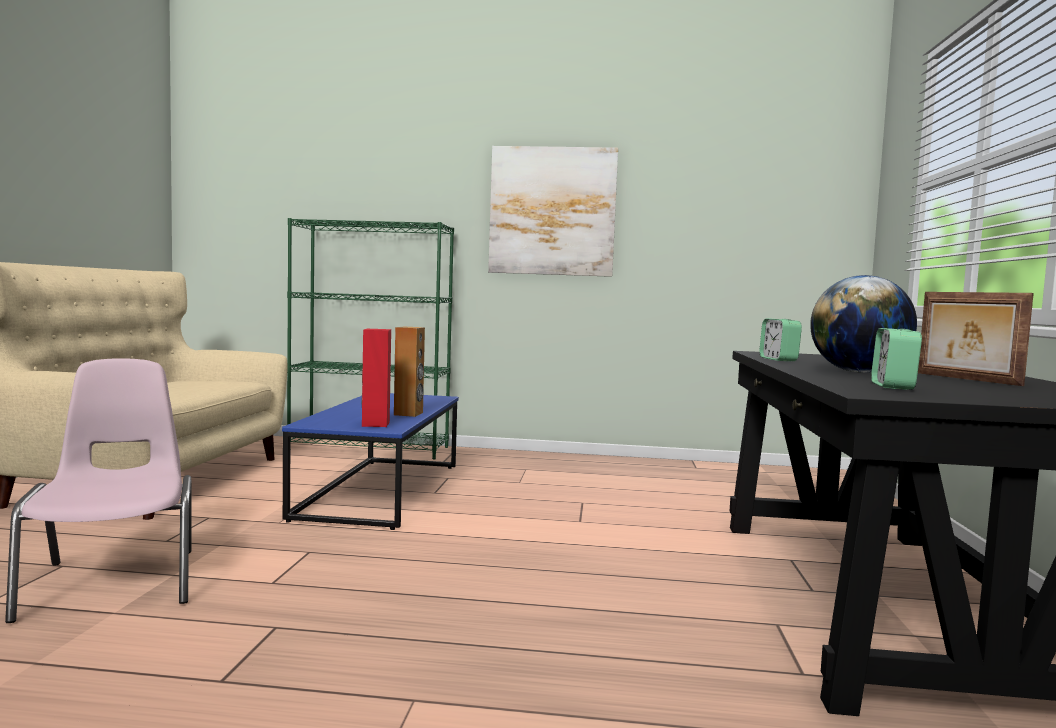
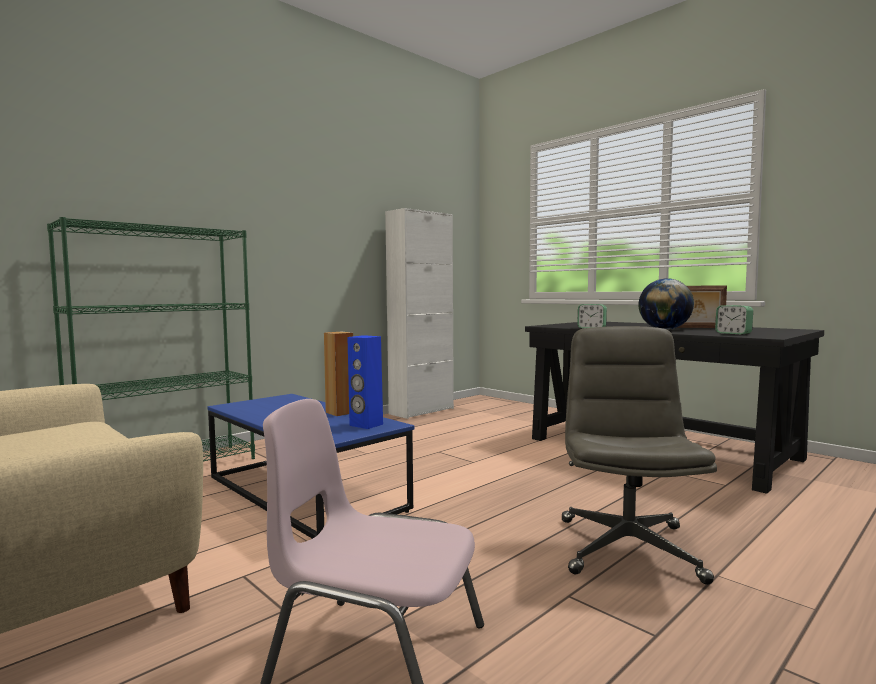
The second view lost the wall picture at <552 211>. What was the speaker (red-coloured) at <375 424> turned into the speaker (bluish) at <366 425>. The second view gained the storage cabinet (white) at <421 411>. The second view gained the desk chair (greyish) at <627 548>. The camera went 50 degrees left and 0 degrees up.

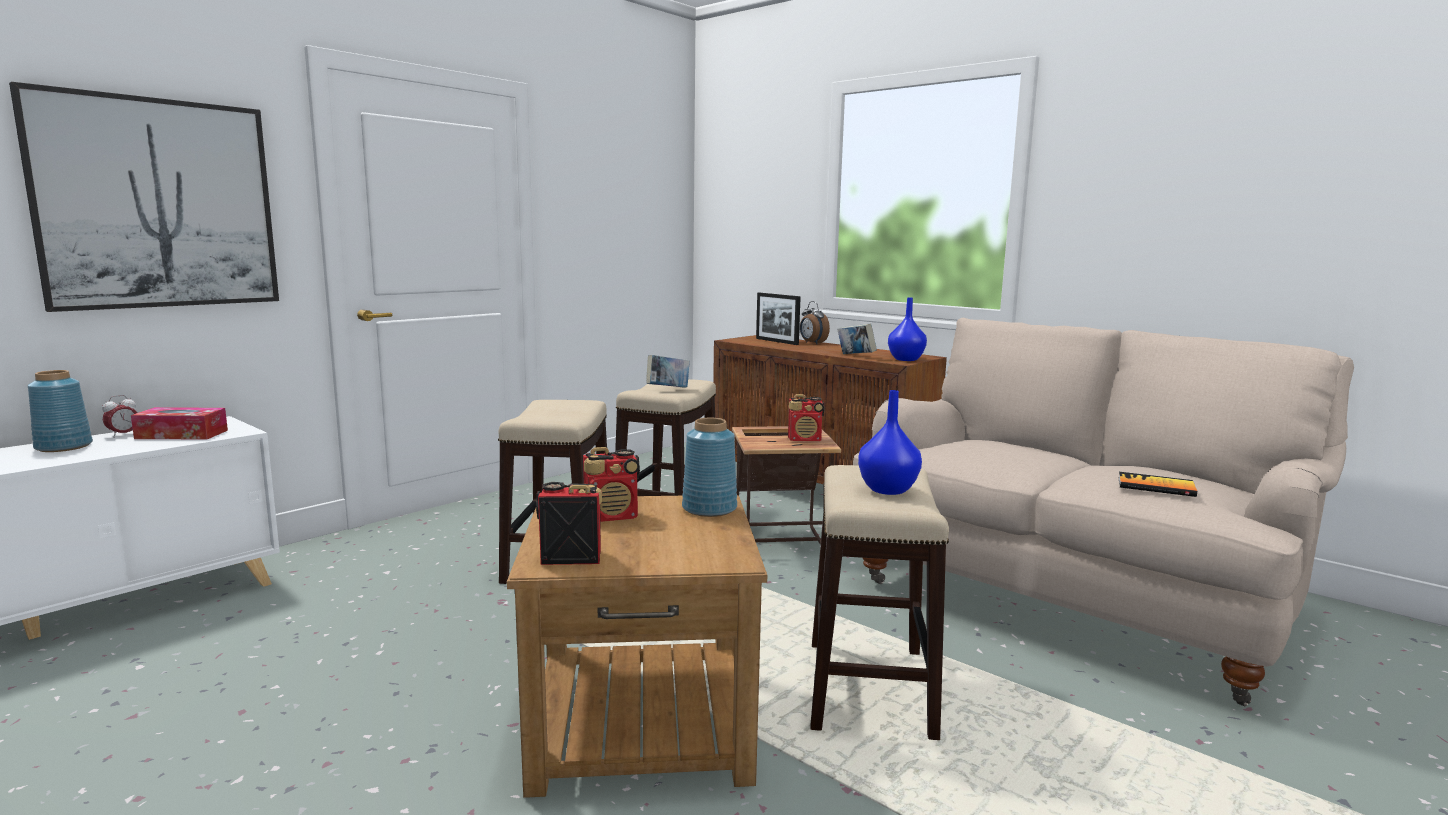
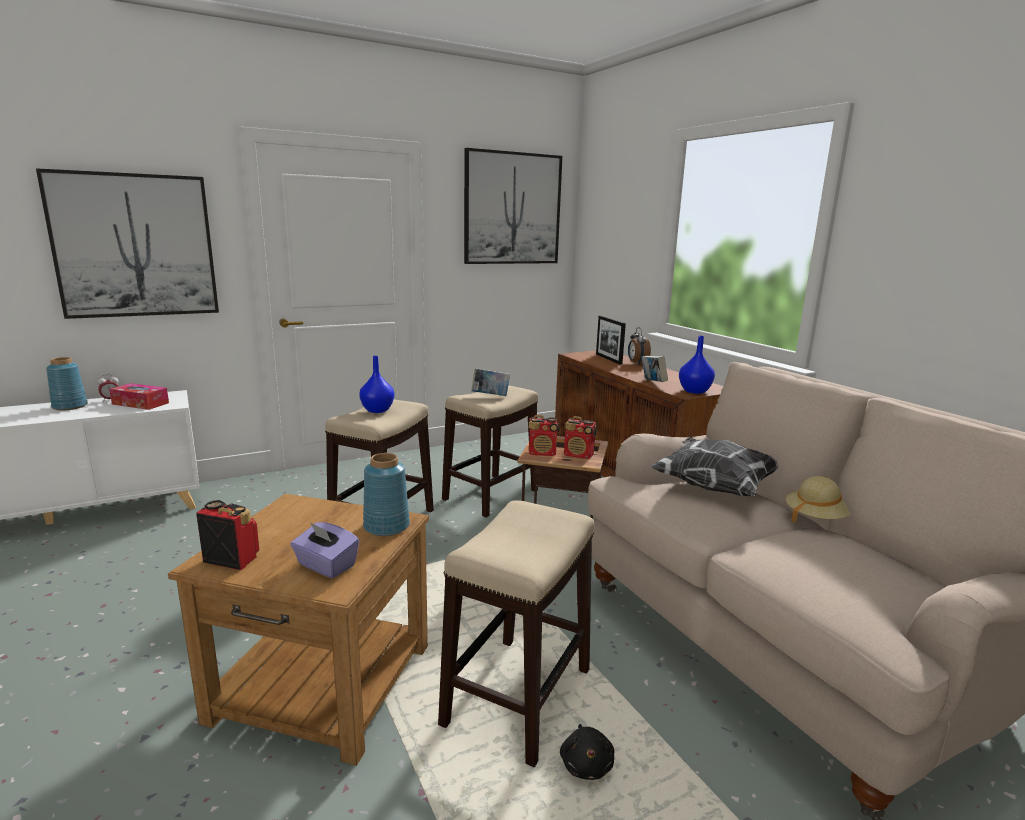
The decorative vase (bluish) ended up elsewhere, having gone from <886 489> to <377 410>. The radio set ended up elsewhere, having gone from <612 517> to <542 453>. The second view lost the bound book at <1156 486>. The second view gained the wall picture at <512 209>. The second view gained the cushion at <714 487>. The second view gained the wearable hat (beige) at <816 517>. The second view gained the box of tissues (purplish) at <326 565>. The second view gained the plush toy (black) at <586 764>. The camera went 20 degrees right and 5 degrees up.

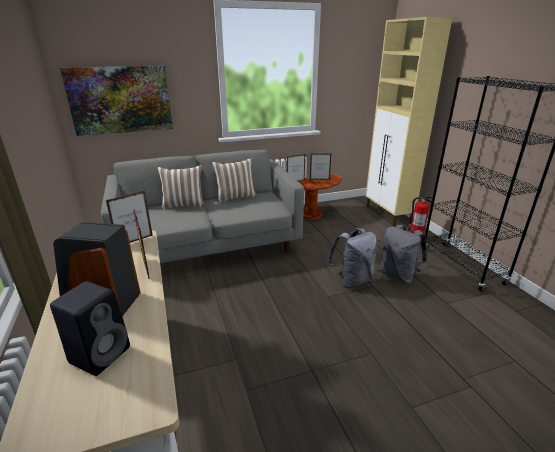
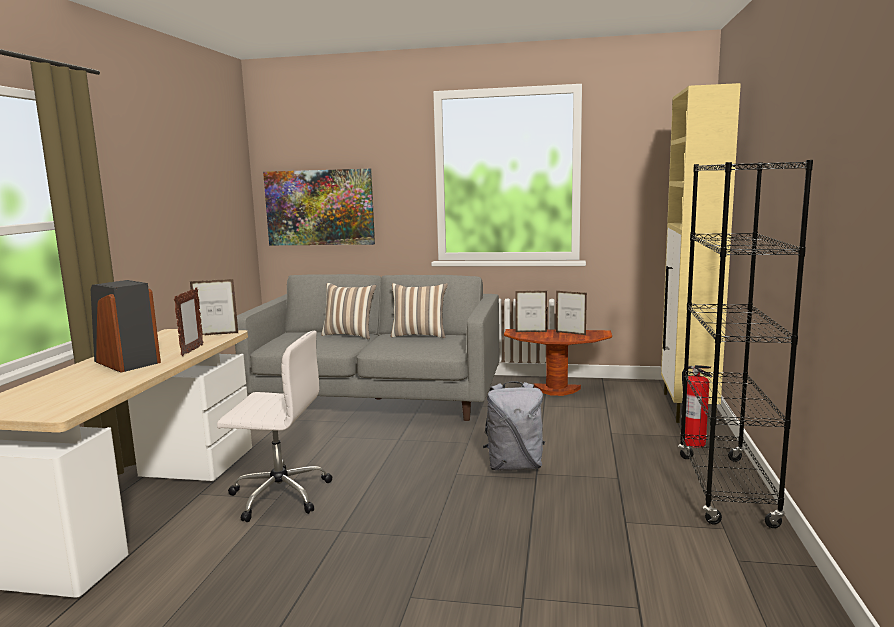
The second view lost the rucksack (greyish) at <398 275>. The second view lost the speaker (black) at <101 353>. The second view gained the desk chair (white) at <278 495>. The camera went 30 degrees right and 15 degrees down.

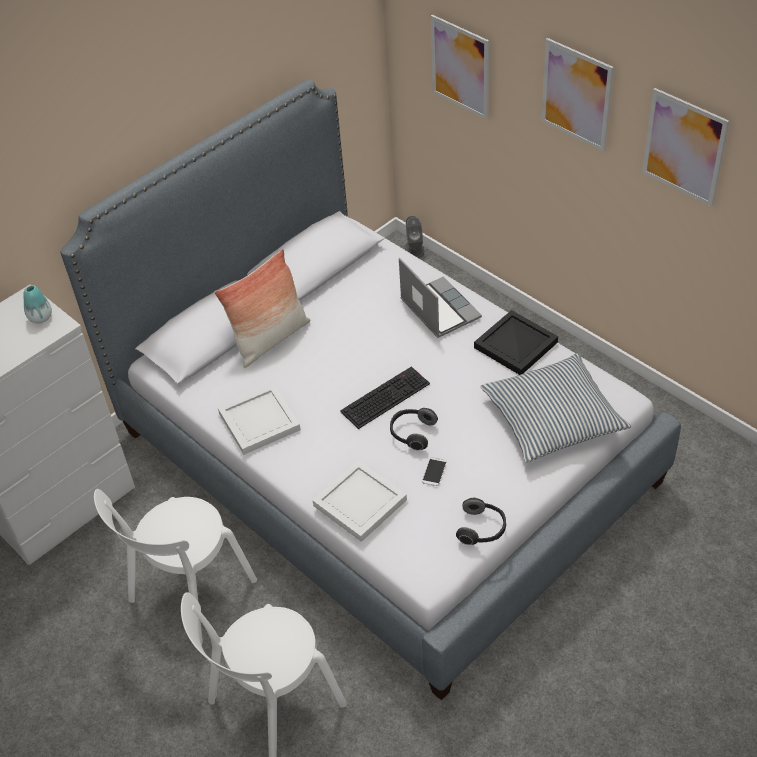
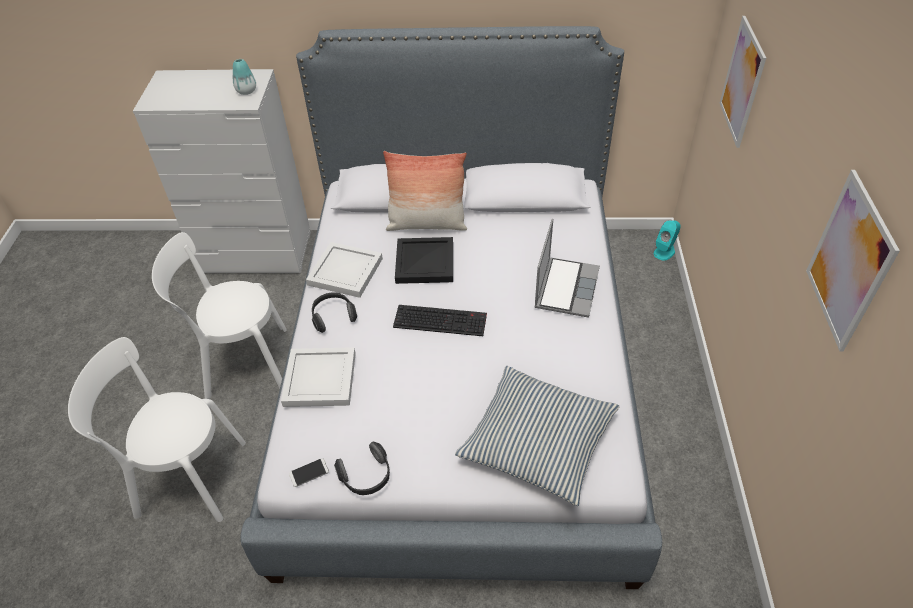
The second view lost the wall picture at <576 94>. What was the speaker (greyish) at <414 249> turned into the speaker (turquoise-coloured) at <664 251>. The carrying tray (black) ended up elsewhere, having gone from <514 345> to <424 262>. The headphones ended up elsewhere, having gone from <412 433> to <333 317>. The telephone ended up elsewhere, having gone from <434 472> to <309 472>. The camera went 45 degrees right and 0 degrees up.

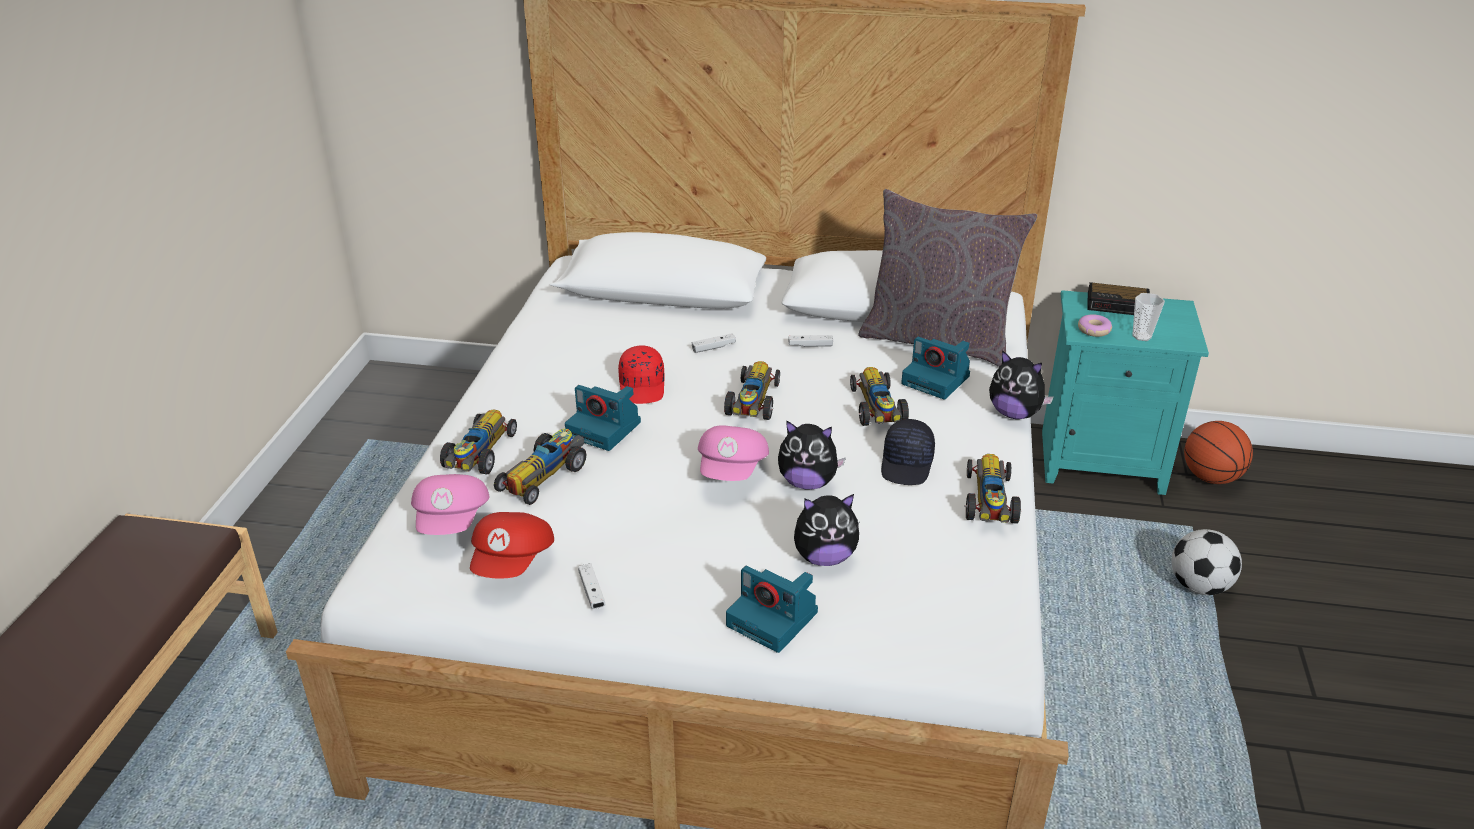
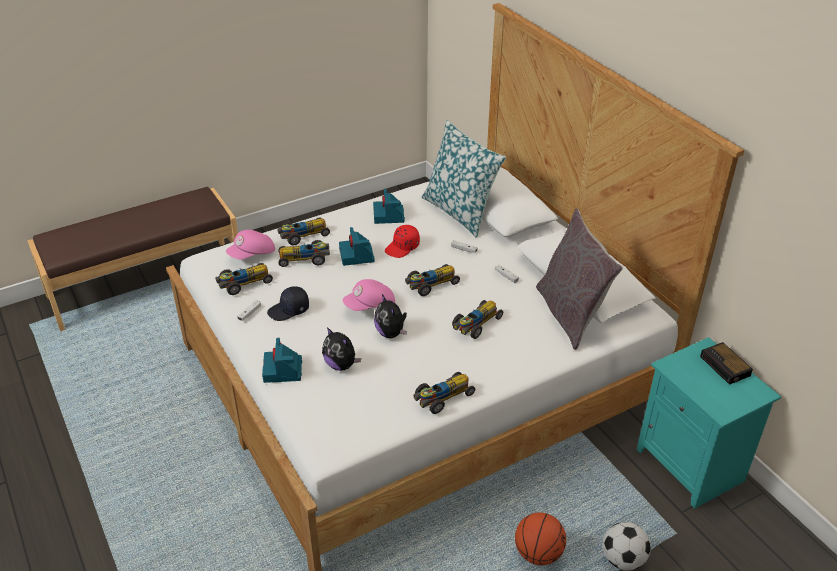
The second view lost the drinking cup at <1141 336>. The second view lost the doughnut at <1094 330>. The photo camera ended up elsewhere, having gone from <937 380> to <389 216>. The second view lost the plush toy at <1015 413>. The cap (black) ended up elsewhere, having gone from <907 464> to <289 310>. The basketball ball ended up elsewhere, having gone from <1210 477> to <538 553>. Where the cap (red-coloured) stood at <513 562>, the miniature car came to stand at <243 283>. The second view gained the cushion at <460 212>. The camera went 50 degrees right and 5 degrees up.

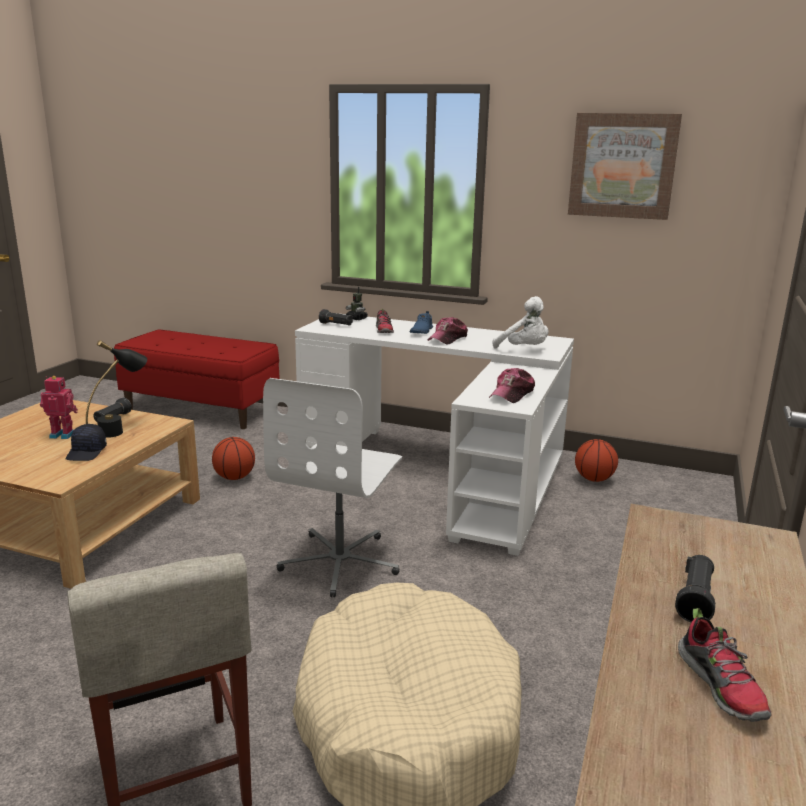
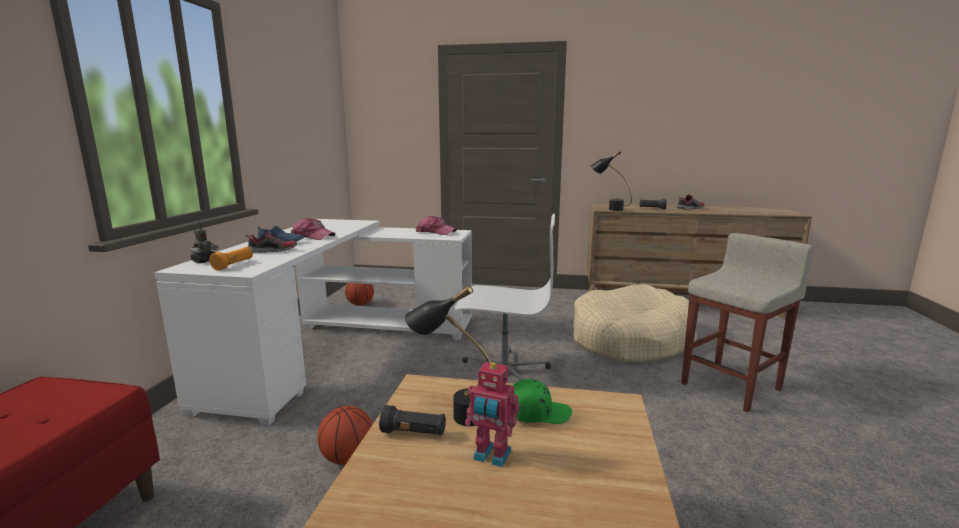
The second view lost the wall picture at <622 166>. The second view lost the plush toy (white) at <524 350>. What was the torch (black) at <336 325> turned into the torch (orange) at <234 265>. The model robot at <63 434> ended up facing another way, 60 degrees counterclockwise from before. What was the cap (black) at <87 452> turned into the cap (greenish) at <538 413>. The second view gained the lamp for a table (black) at <609 209>. The camera went 100 degrees left and 5 degrees down.

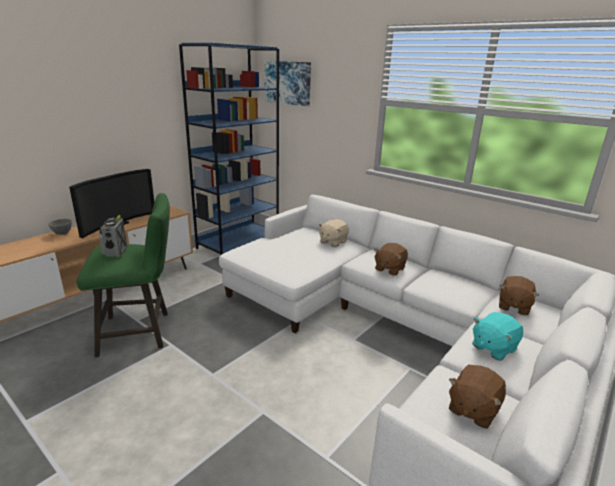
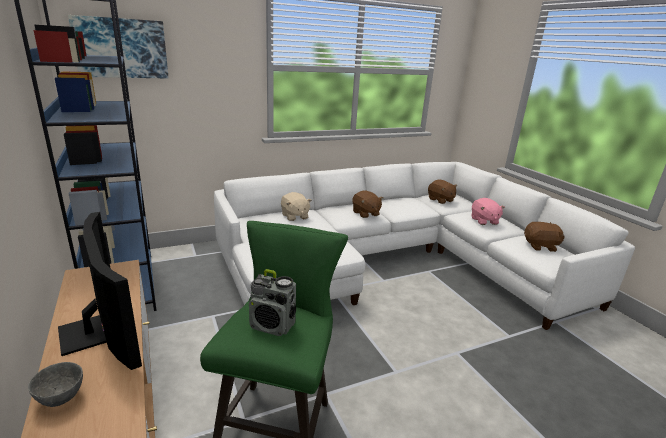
What was the plush toy (turquoise-coloured) at <493 348> turned into the plush toy (pinkish) at <484 221>. The plush toy (brown-coloured) at <472 409> ended up facing another way, 60 degrees counterclockwise from before. The camera went 65 degrees left and 0 degrees up.

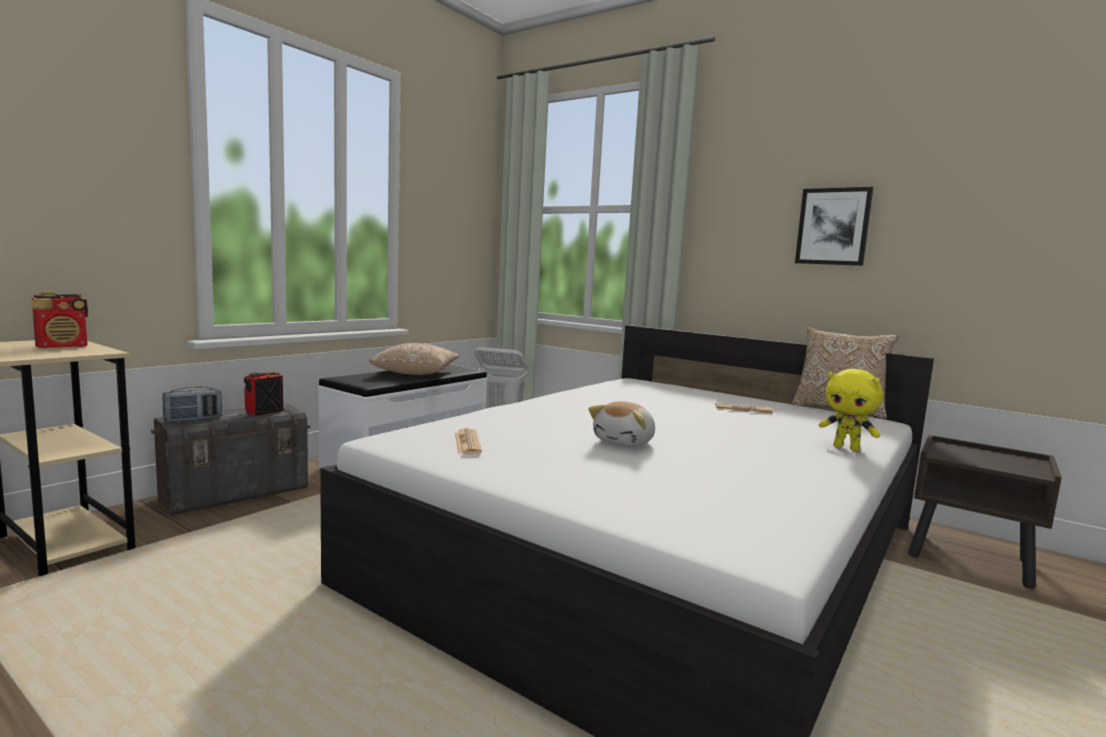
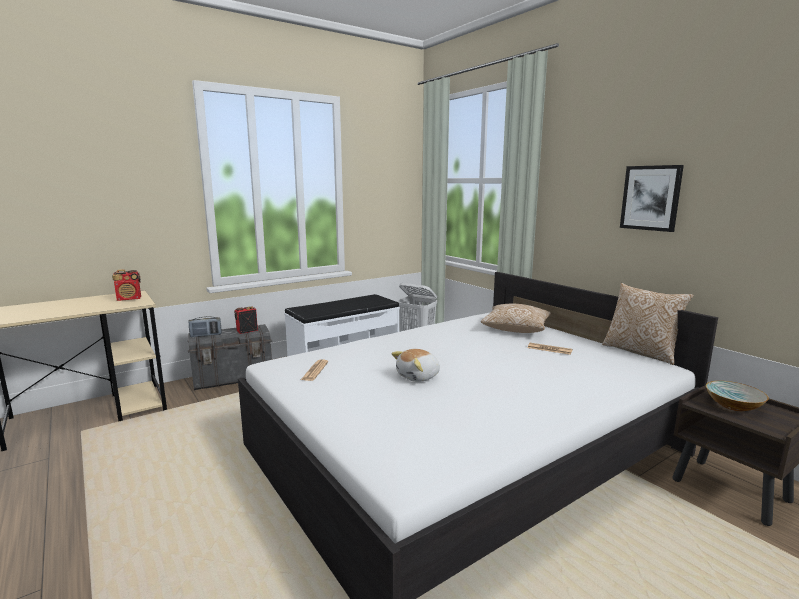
The cushion ended up elsewhere, having gone from <416 373> to <516 329>. The second view lost the plush toy (yellow) at <847 448>. The second view gained the serving bowl at <733 405>. The camera went 20 degrees right and 5 degrees up.

